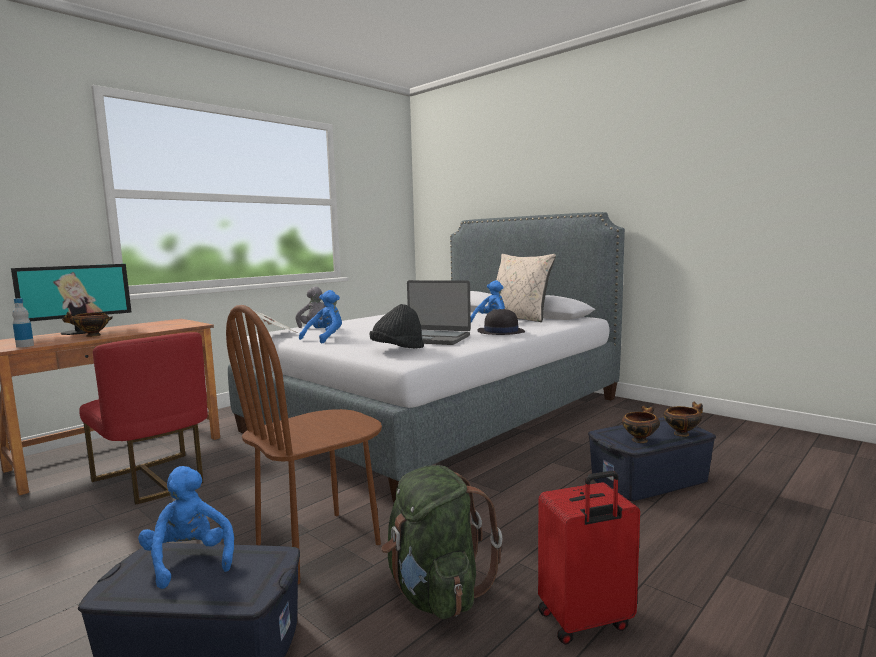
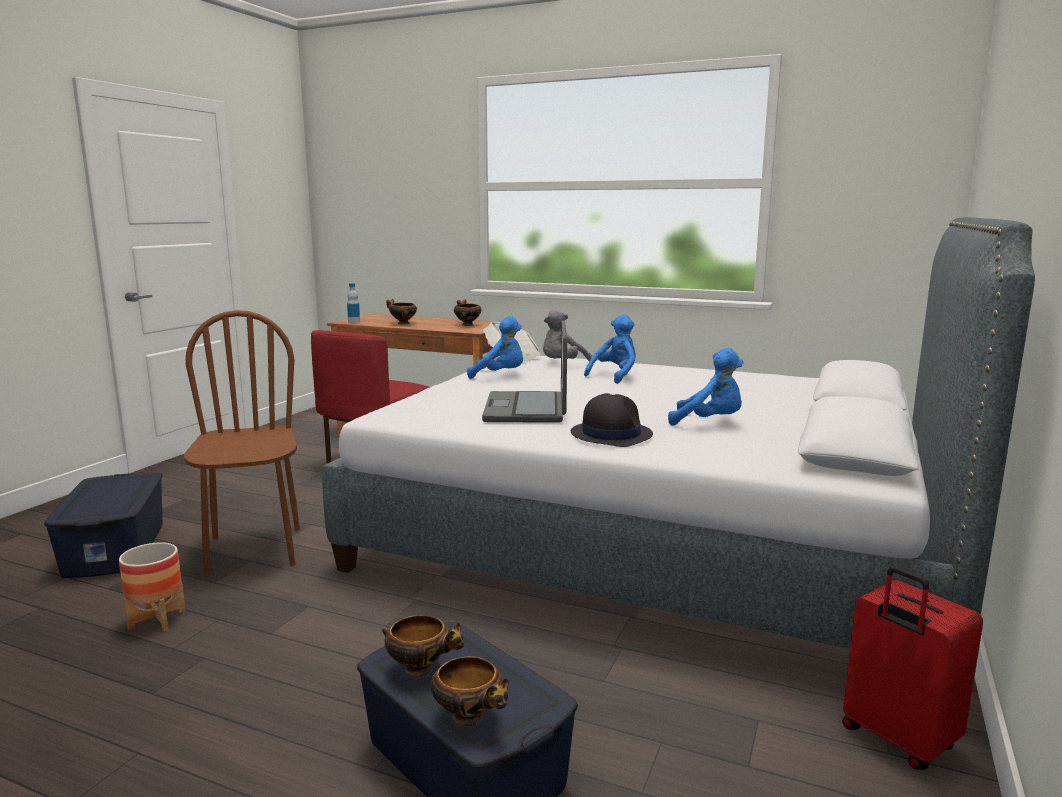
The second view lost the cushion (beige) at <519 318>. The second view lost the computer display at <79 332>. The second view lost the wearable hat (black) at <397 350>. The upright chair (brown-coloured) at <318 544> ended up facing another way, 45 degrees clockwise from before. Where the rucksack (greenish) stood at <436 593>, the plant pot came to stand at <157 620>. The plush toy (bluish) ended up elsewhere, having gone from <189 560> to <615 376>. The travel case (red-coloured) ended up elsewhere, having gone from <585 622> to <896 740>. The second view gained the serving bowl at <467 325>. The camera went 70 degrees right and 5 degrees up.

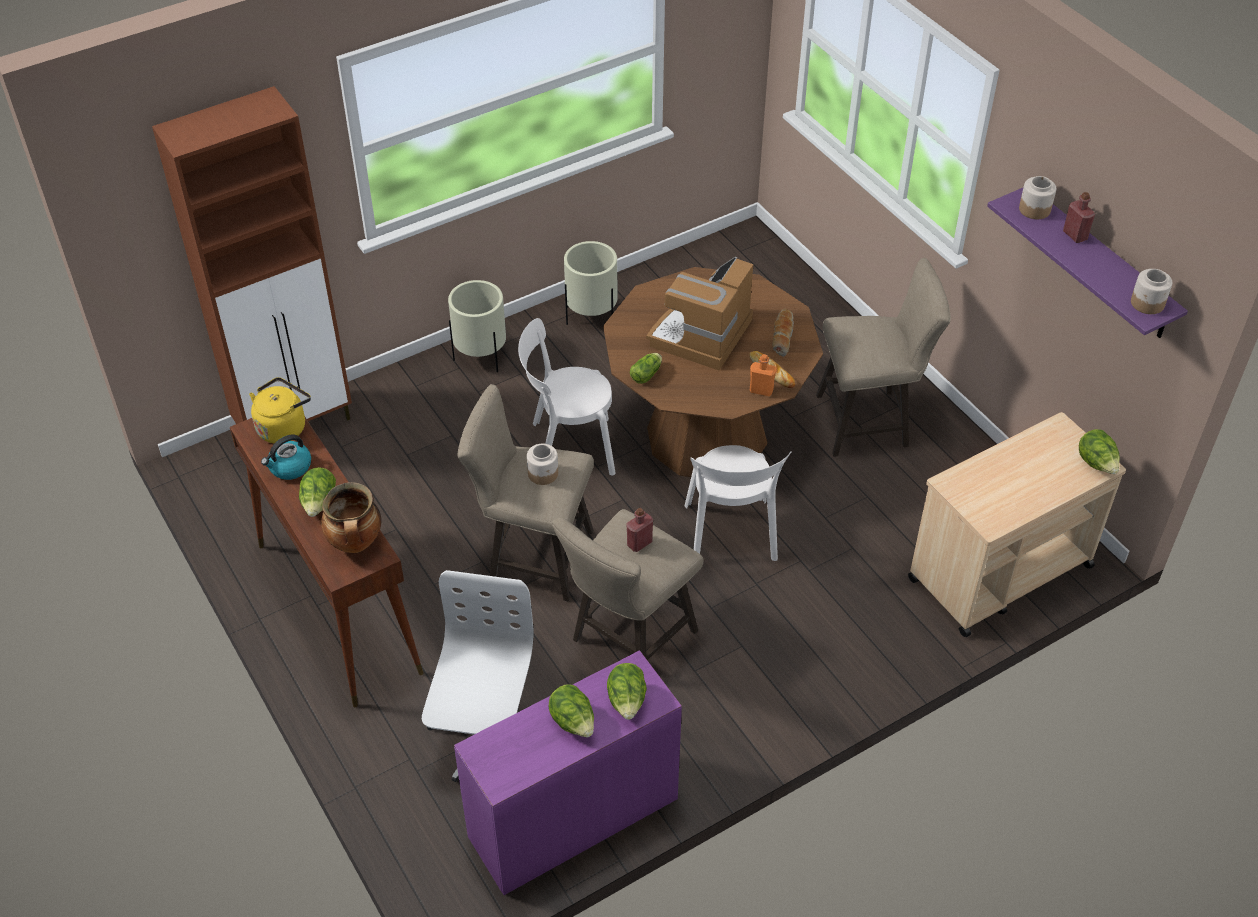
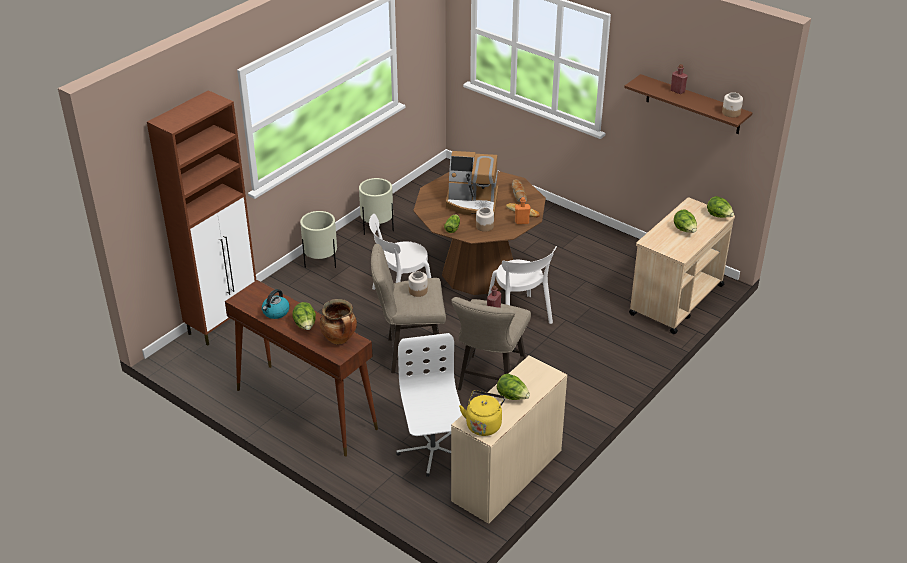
The preserve jar ended up elsewhere, having gone from <1034 209> to <484 226>. What was the bracket shelf (purplish) at <1099 264> turned into the bracket shelf (brown-coloured) at <693 105>. The coffee maker at <701 334> ended up facing another way, 90 degrees counterclockwise from before. The second view lost the stool seat (beige) at <870 421>. The kettle (yellow) ended up elsewhere, having gone from <283 427> to <484 424>. What was the desk table (purplish) at <572 816> turned into the desk table (beige) at <506 475>. The lettuce head ended up elsewhere, having gone from <627 701> to <684 230>. The camera went 20 degrees left and 10 degrees down.

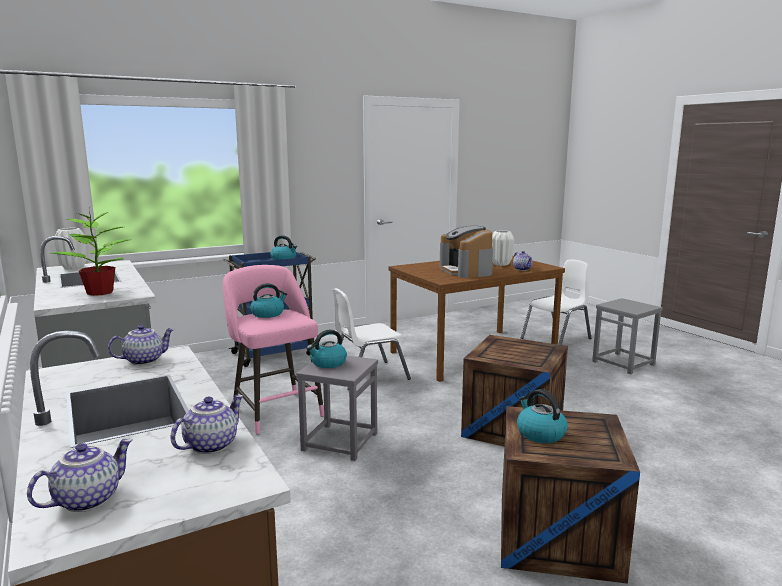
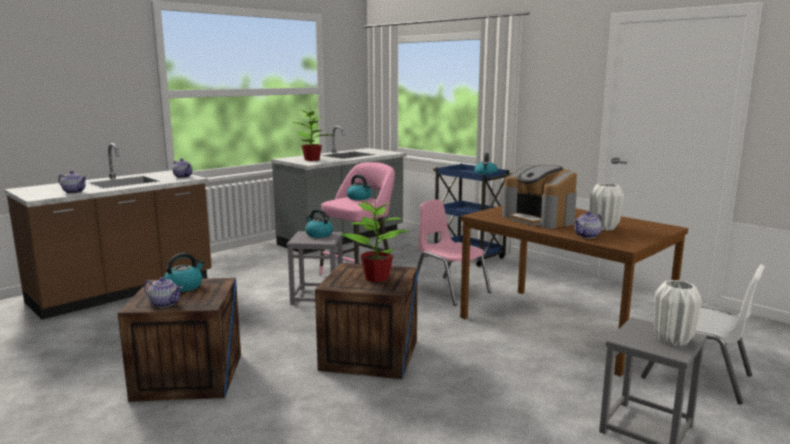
The coffee maker at <466 271> ended up facing another way, 90 degrees counterclockwise from before. The decorative vase (white) ended up elsewhere, having gone from <73 268> to <672 340>. What was the upright chair (white) at <368 375> turned into the upright chair (pinkish) at <449 290>. The pot for tea ended up elsewhere, having gone from <87 499> to <165 304>. The second view gained the houseplant at <377 278>. The camera went 75 degrees right and 0 degrees up.

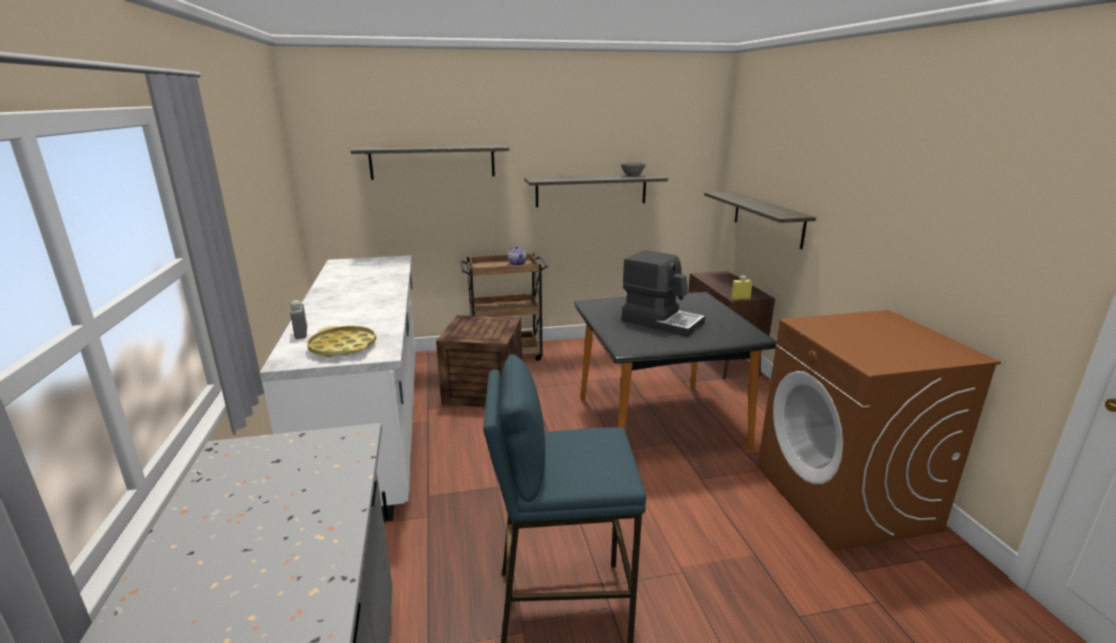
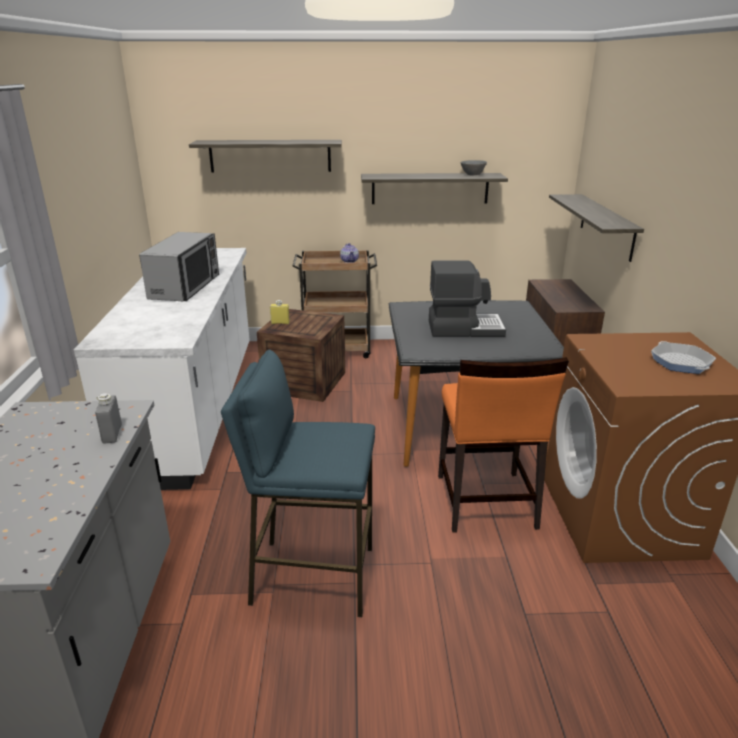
The coffee maker at <662 321> ended up facing another way, 45 degrees counterclockwise from before. The beverage bottle (yellow) ended up elsewhere, having gone from <740 299> to <280 323>. The beverage bottle (greyish) ended up elsewhere, having gone from <301 334> to <112 434>. The second view lost the carrying tray (yellow) at <343 347>. The second view gained the microwave oven at <185 287>. The second view gained the skillet at <681 362>. The second view gained the upright chair (orange) at <485 502>. The camera went 10 degrees right and 5 degrees up.

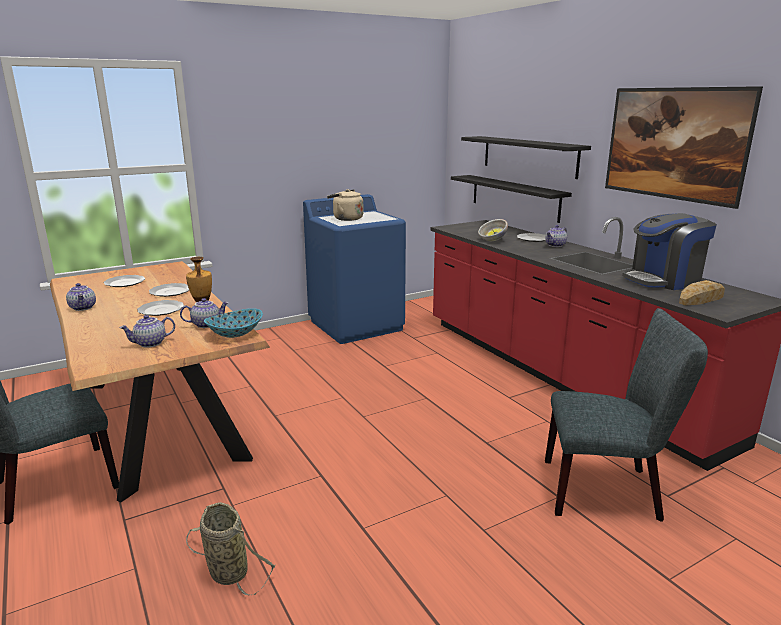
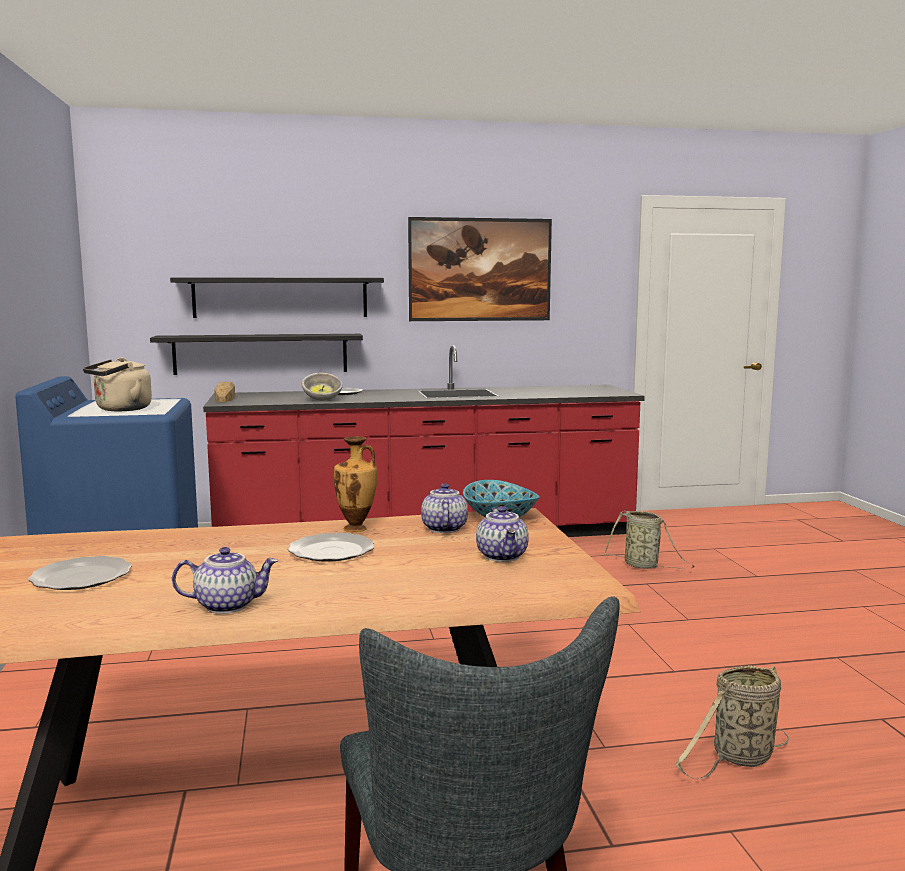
The second view lost the coffee maker at <663 280>. The second view lost the pot for tea at <555 245>. The baked bread ended up elsewhere, having gone from <700 299> to <225 398>. The second view lost the dinner plate at <171 291>. Where the upright chair (greyish) stood at <608 490>, the basket came to stand at <643 566>. The camera went 70 degrees left and 10 degrees down.

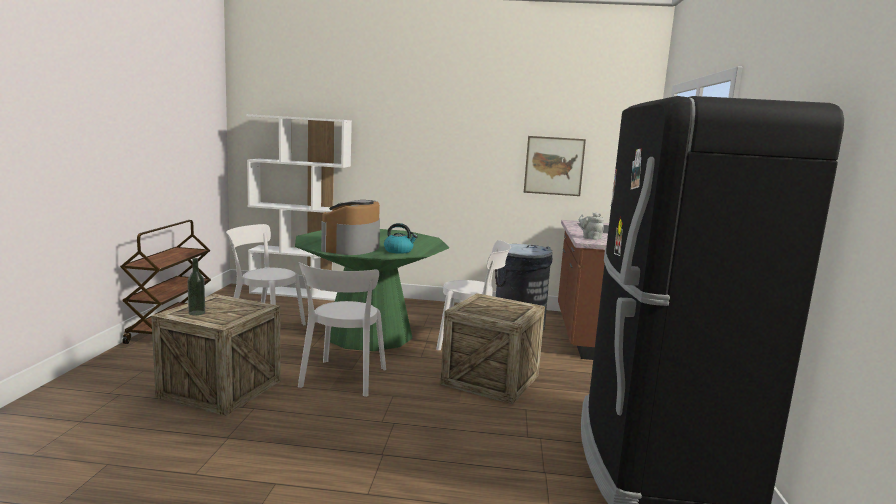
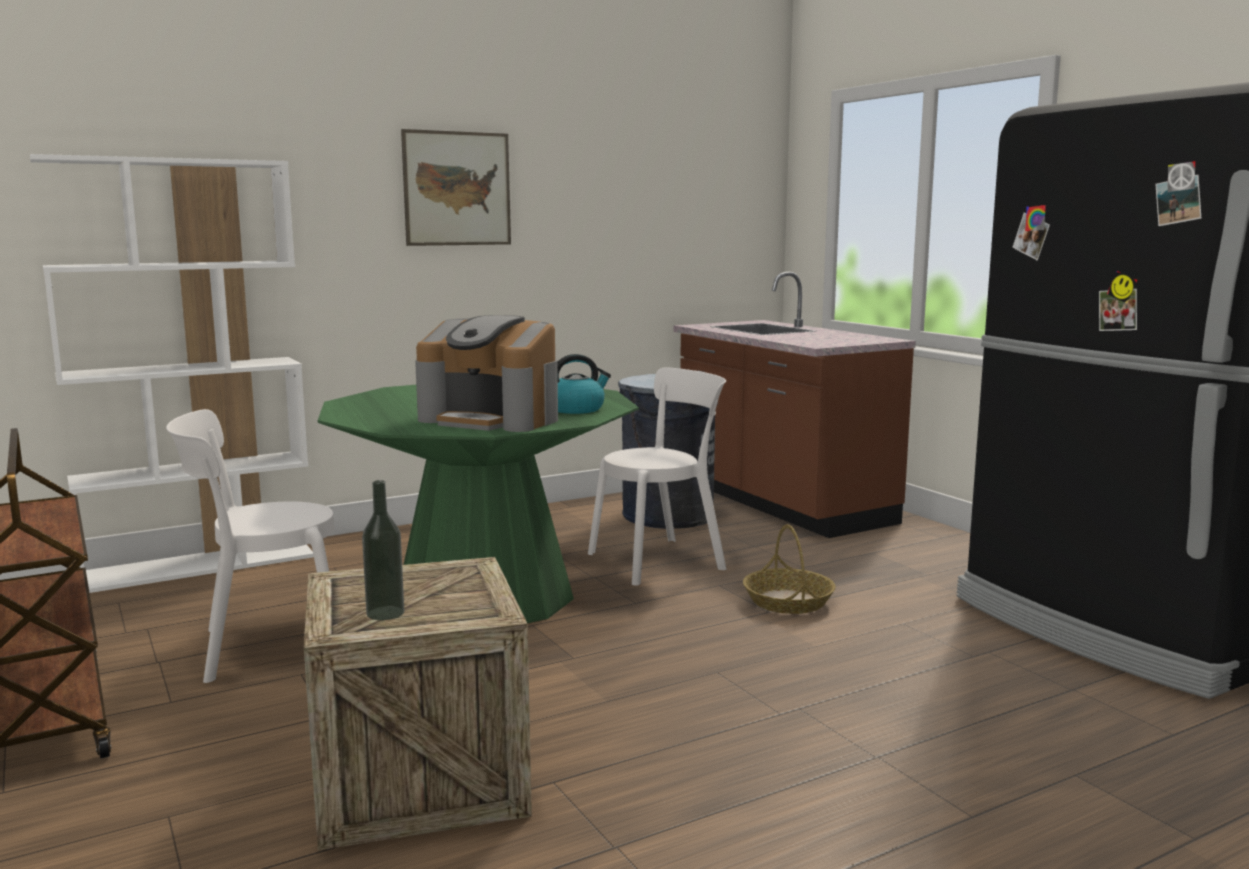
The wall picture ended up elsewhere, having gone from <554 166> to <457 189>. The coffee maker at <352 248> ended up facing another way, 45 degrees counterclockwise from before. The second view lost the pot for tea (greyish) at <590 238>. The second view lost the upright chair (white) at <342 379>. Where the packing crate stood at <490 380>, the basket came to stand at <788 601>. The camera went 35 degrees left and 0 degrees up.

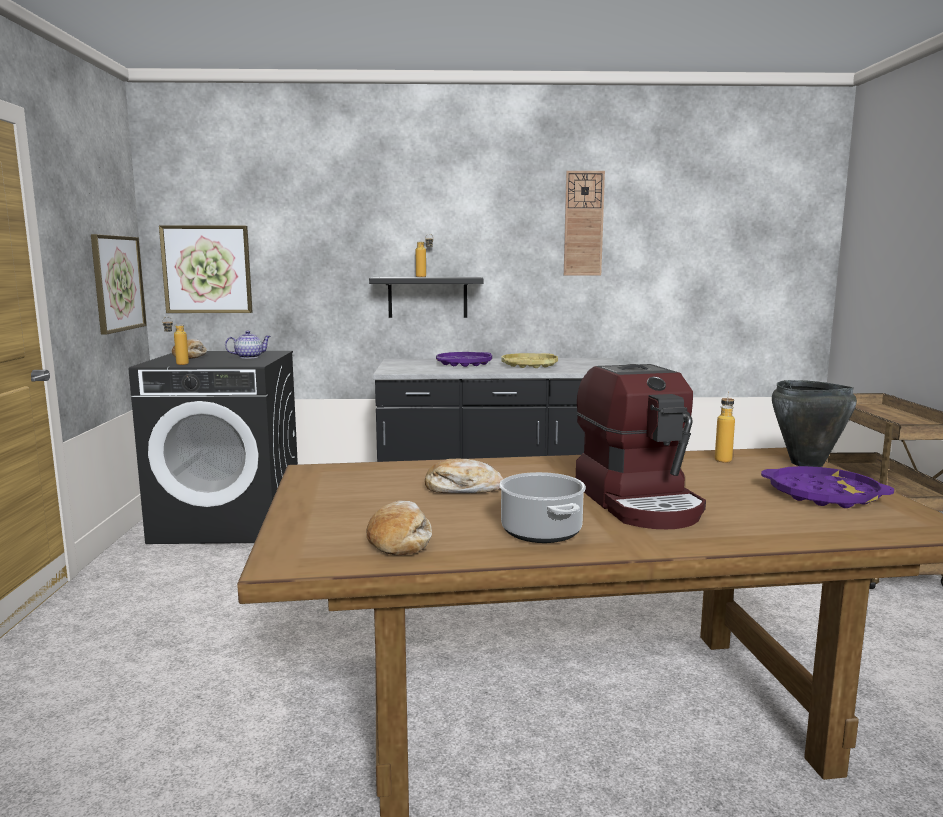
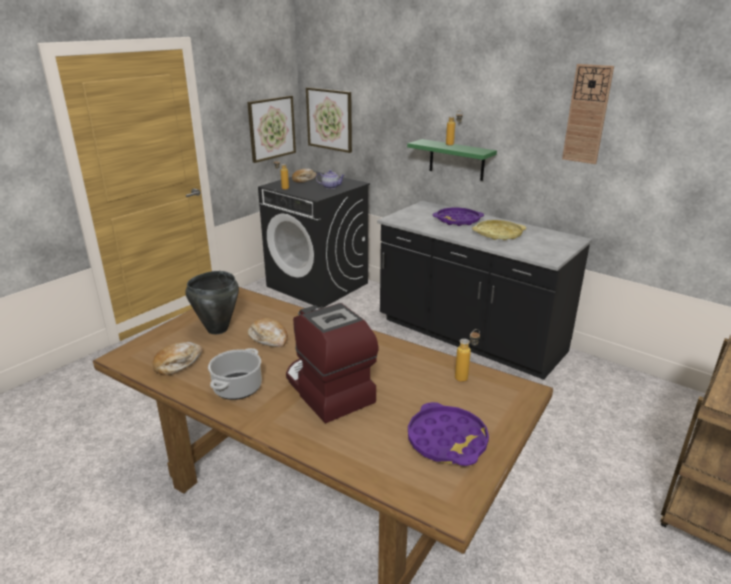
What was the bracket shelf (black) at <427 297> turned into the bracket shelf (greenish) at <456 160>. The coffee maker at <640 502> ended up facing another way, 120 degrees clockwise from before. The cooking pot (black) ended up elsewhere, having gone from <807 464> to <217 329>. The camera went 40 degrees right and 15 degrees up.

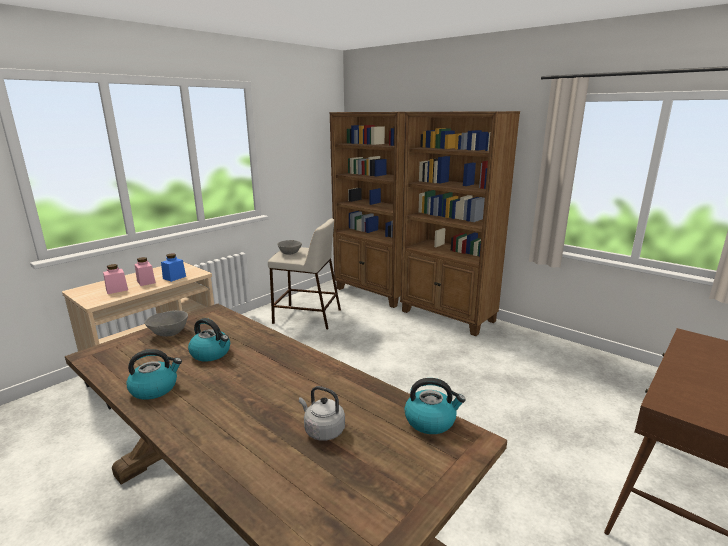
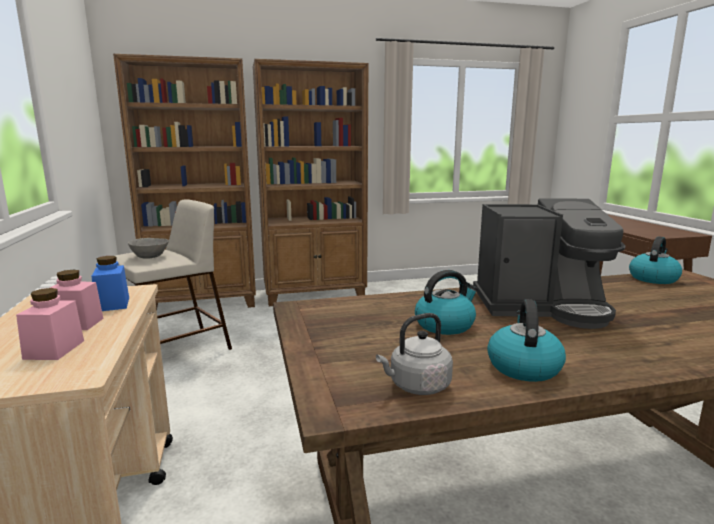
The second view lost the serving bowl (greyish) at <169 332>. The kettle (greyish) ended up elsewhere, having gone from <322 430> to <417 386>. The second view gained the coffee maker at <541 307>. The camera went 55 degrees left and 5 degrees down.

